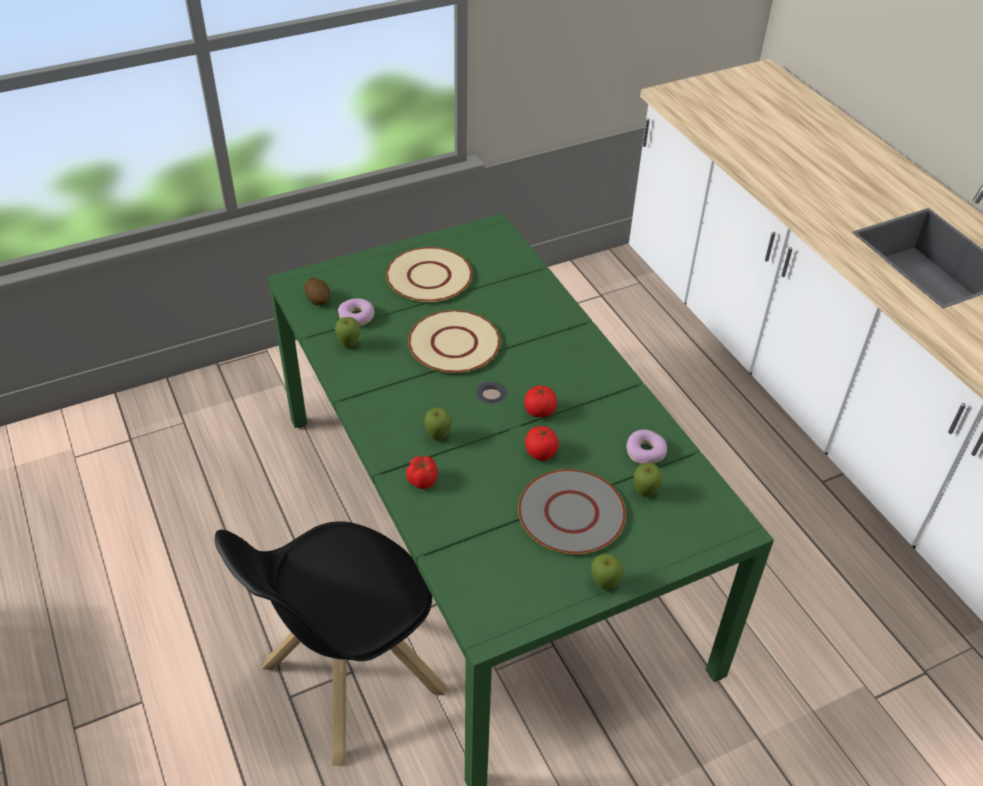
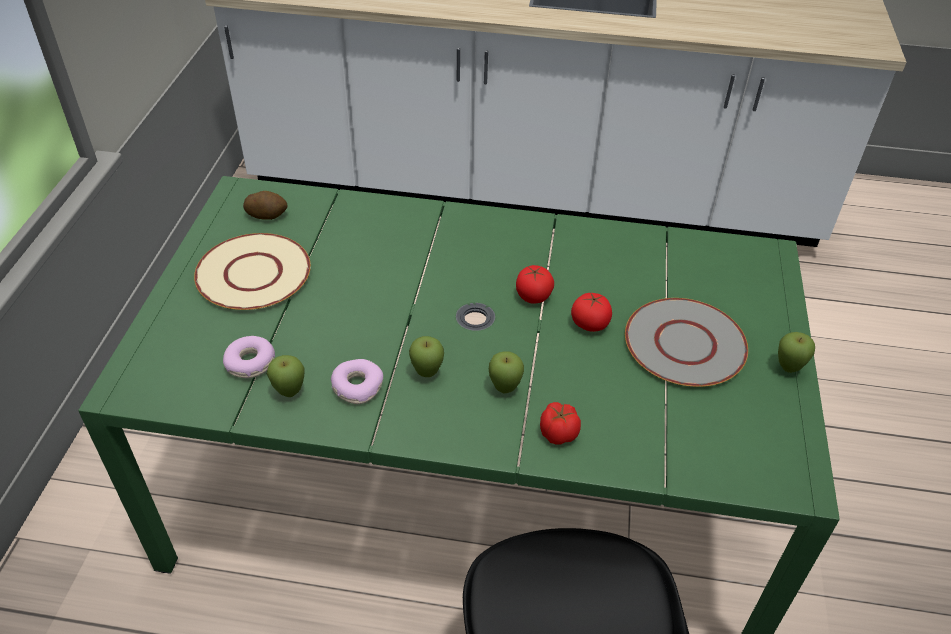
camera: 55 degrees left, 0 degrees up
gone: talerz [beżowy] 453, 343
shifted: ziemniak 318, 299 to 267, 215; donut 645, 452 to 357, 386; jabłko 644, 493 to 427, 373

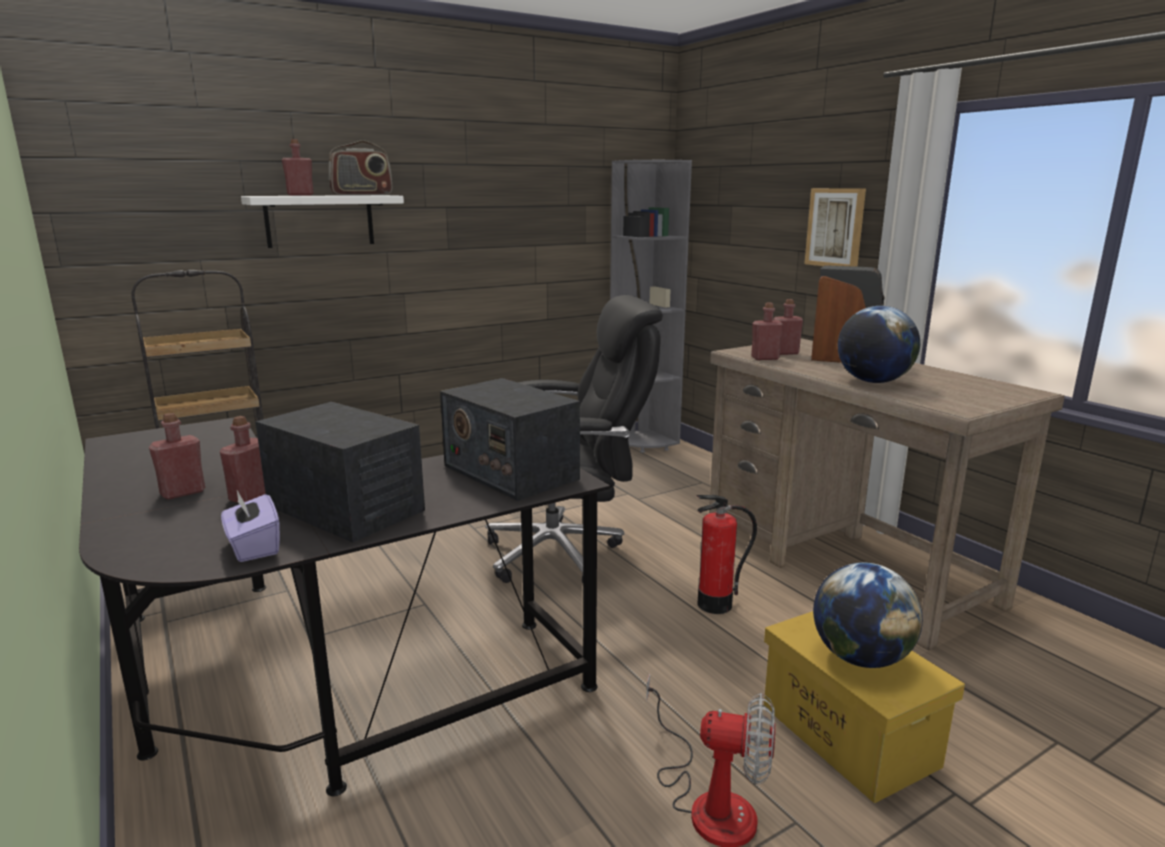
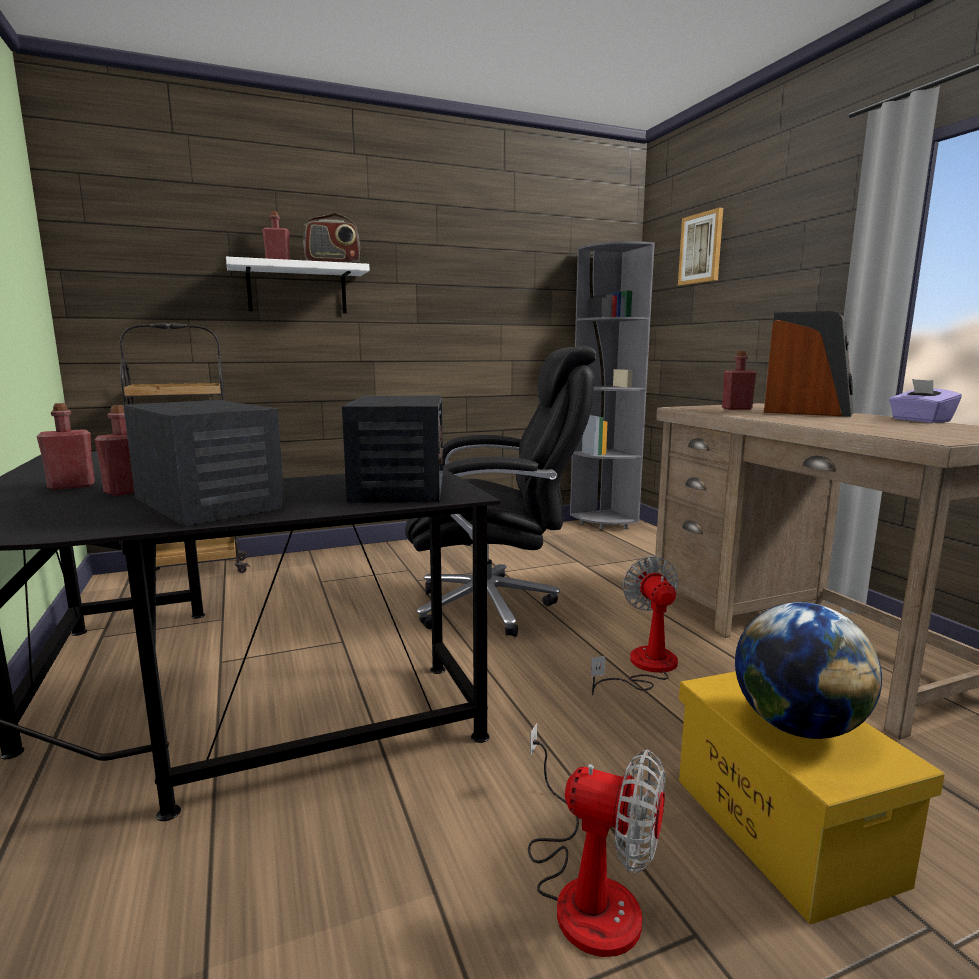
camera: 10 degrees right, 5 degrees down
gone: butelka [czerwony] 765, 358; globus 873, 381
shifted: pudełko chusteczek [fioletowy] 253, 547 to 920, 420; obraz 835, 228 to 701, 248
swapped: gaśnica 715, 604 to wentylator 644, 667
rotated: radio 509, 472 = 400, 486 150 degrees counterclockwise

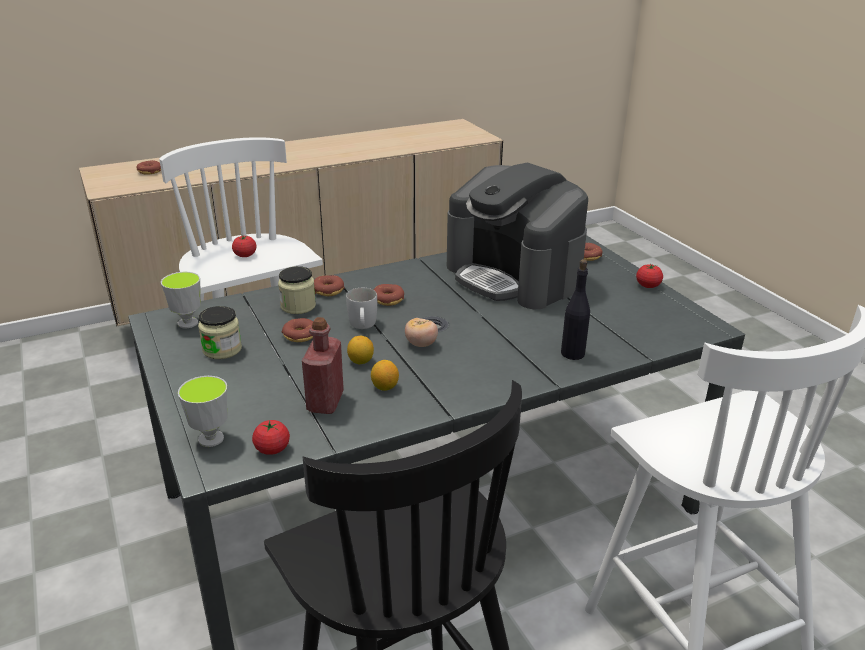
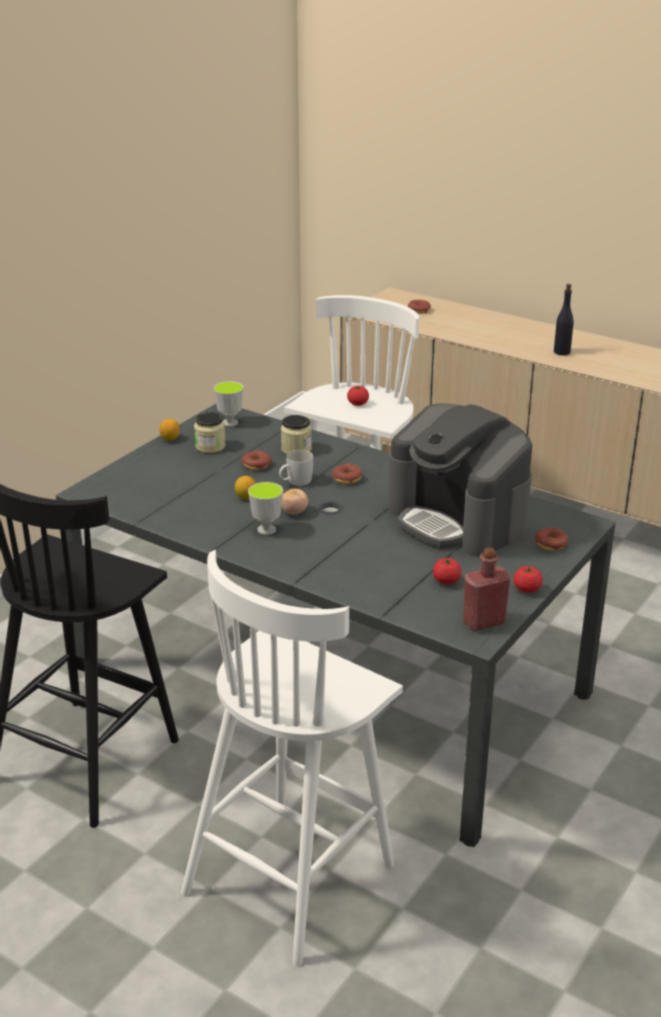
camera: 60 degrees right, 0 degrees up
gone: donut 328, 290
shifted: filiżanka 211, 439 to 266, 530; pomidor 272, 449 to 446, 581; butelka [czerwony] 325, 402 to 484, 622; cytryna 384, 387 to 170, 439; butelka [czarny] 572, 353 to 562, 352
rotated: ekspres do kawy 514, 276 = 458, 519 60 degrees counterclockwise

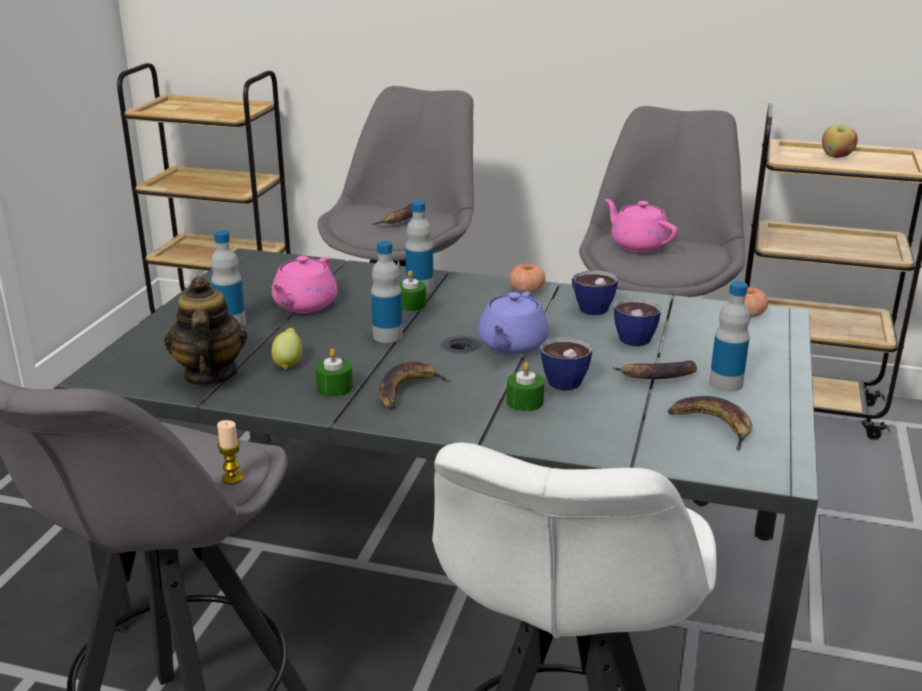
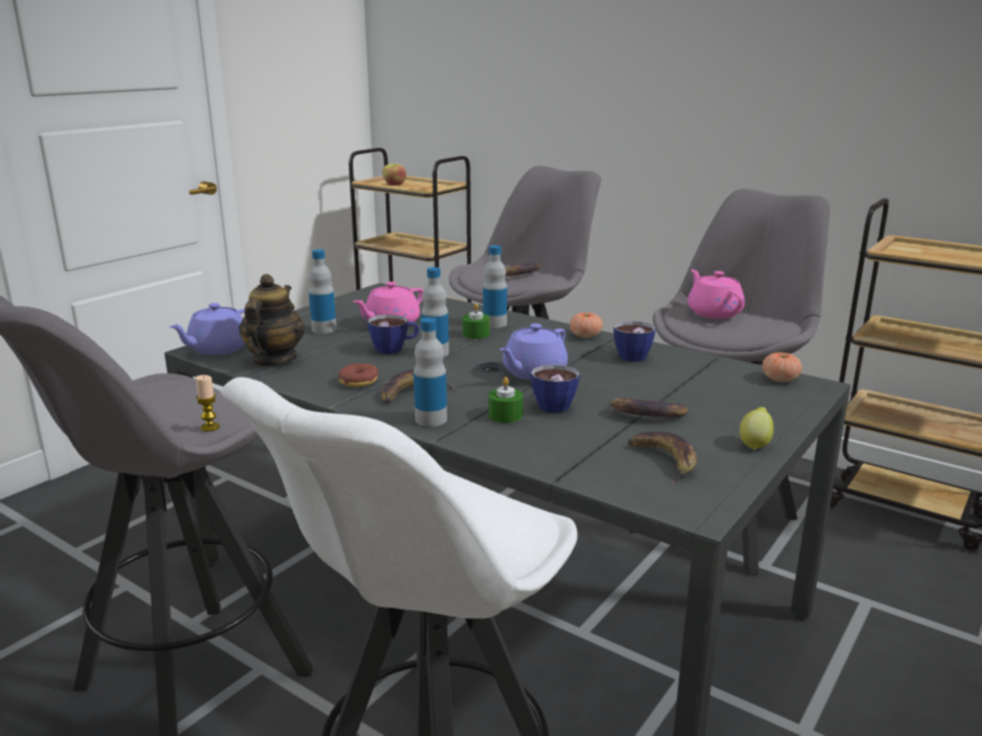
camera: 20 degrees right, 5 degrees down
new: imbryk [fioletowy] 217, 349
shifted: cytryna 288, 363 to 755, 444; filiżanka 639, 337 to 395, 349; butelka 725, 383 to 431, 419; jabłko 836, 156 to 394, 185
swapped: świeca [zielony] 334, 387 to donut 358, 382

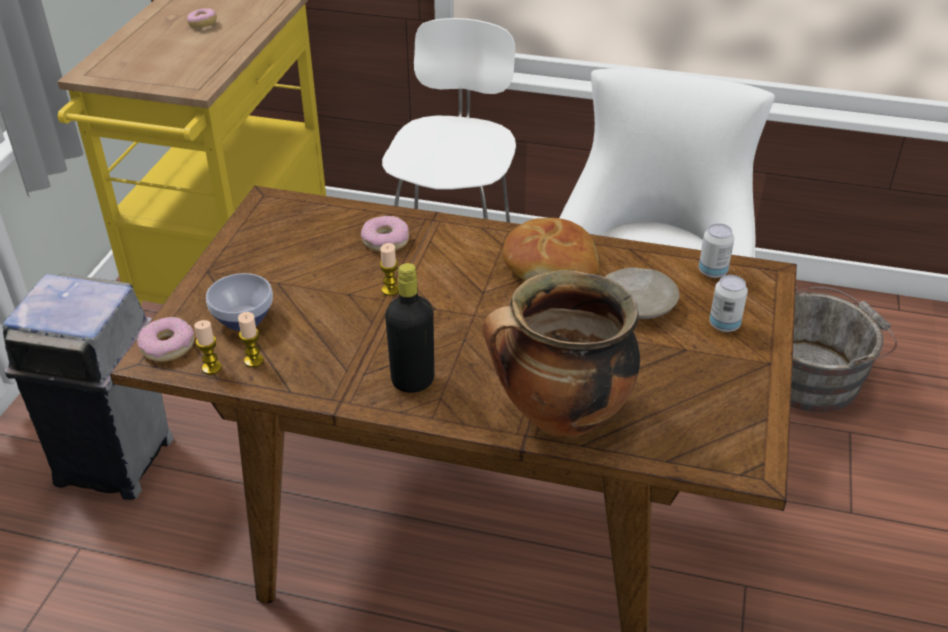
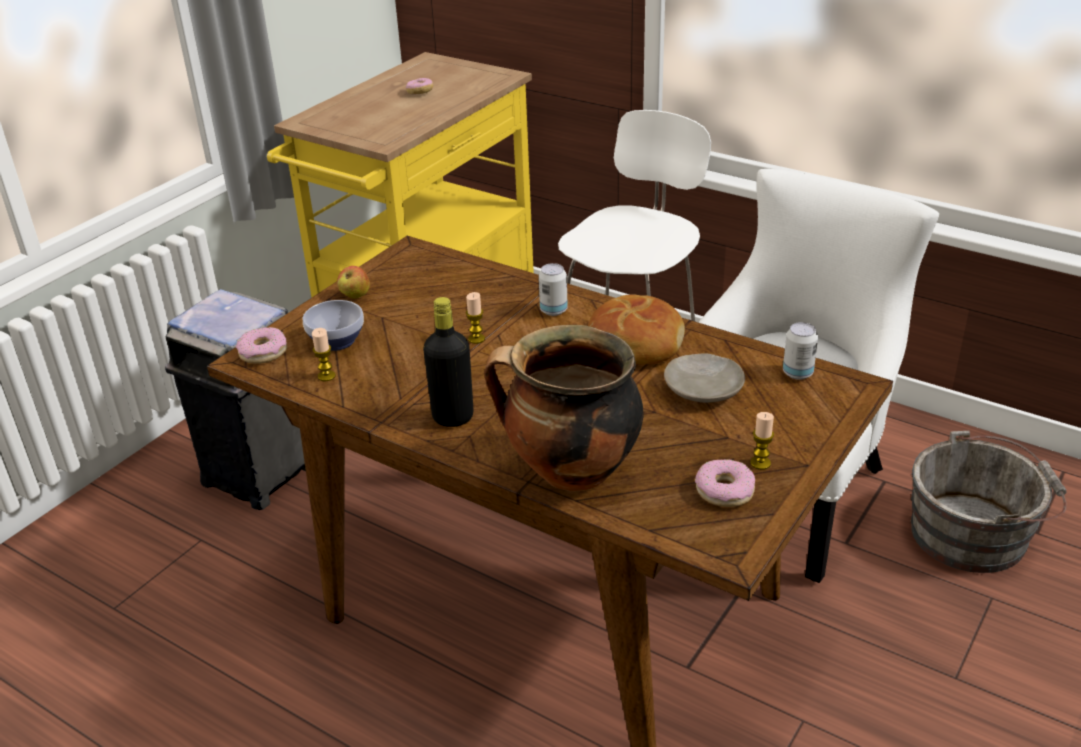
camera: 20 degrees right, 5 degrees down
new: jabłko 355, 295
shifted: świeca 211, 368 to 760, 463; donut 386, 240 to 725, 490; puszka 724, 325 to 553, 310

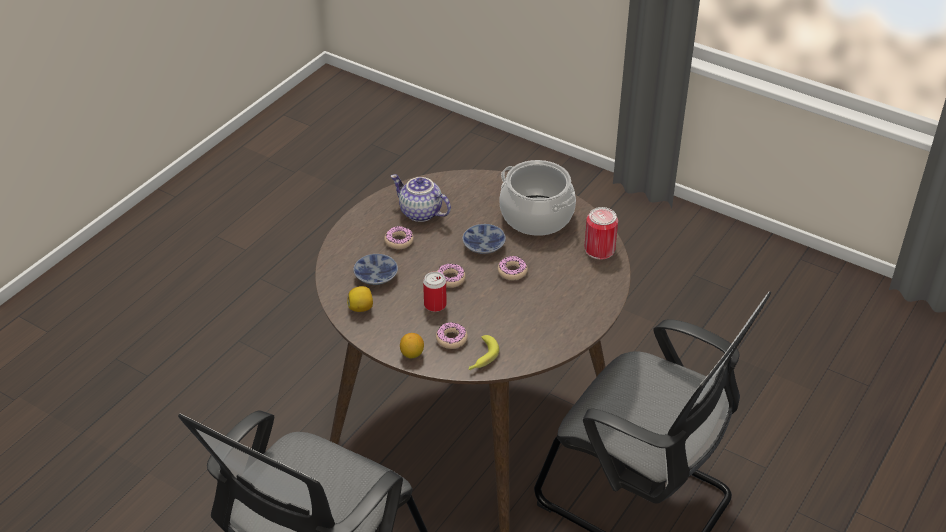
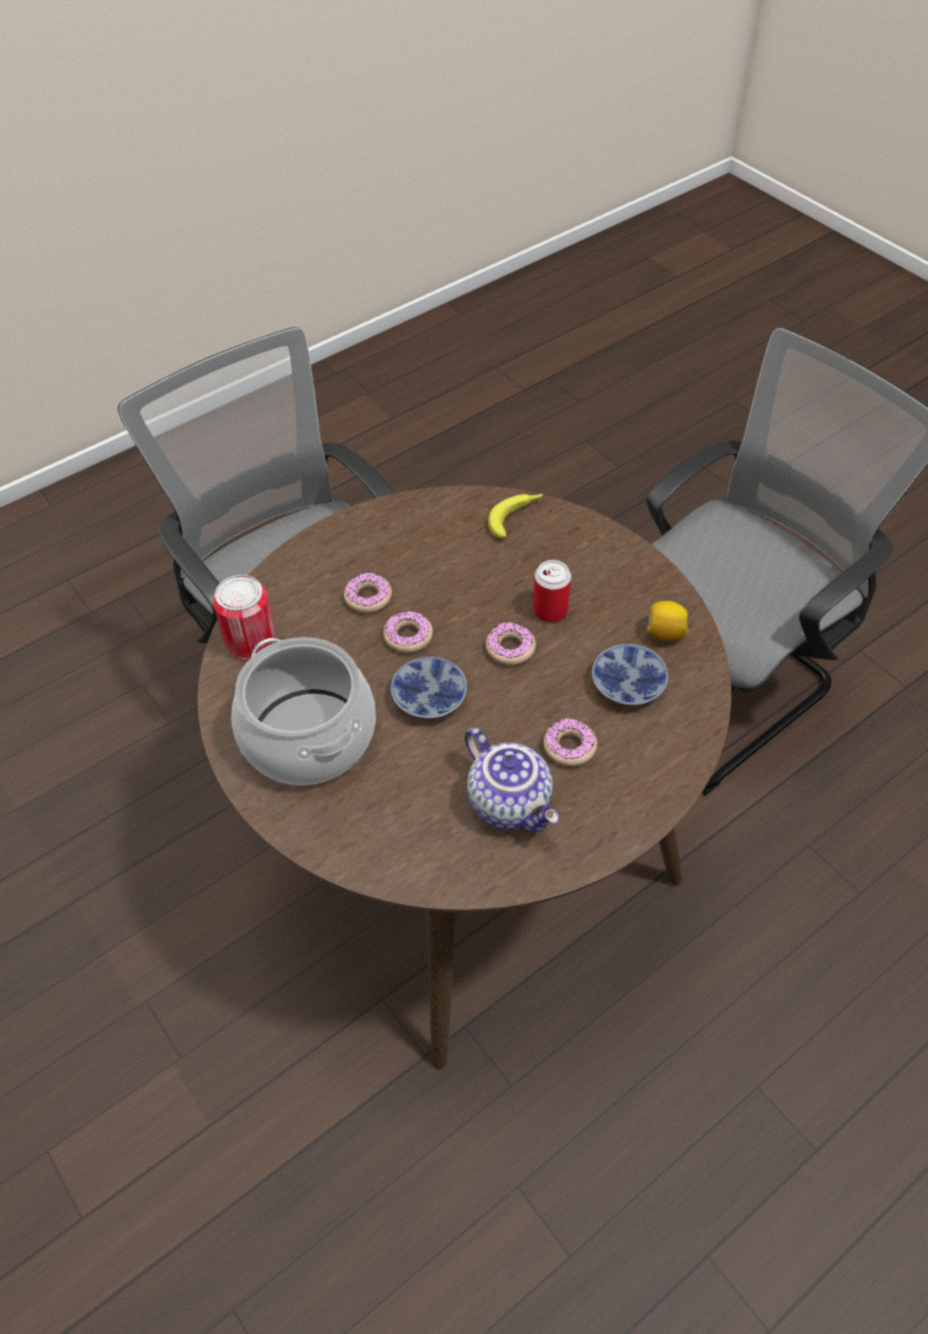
camera: 160 degrees left, 10 degrees up
gone: cytryna 412, 354
shifted: donut 451, 339 to 368, 598

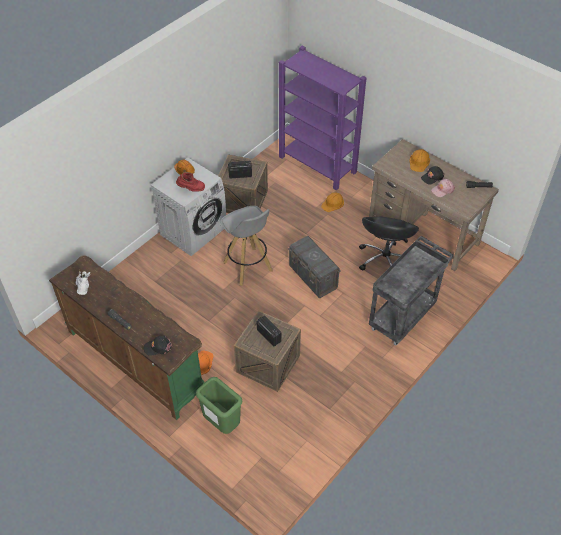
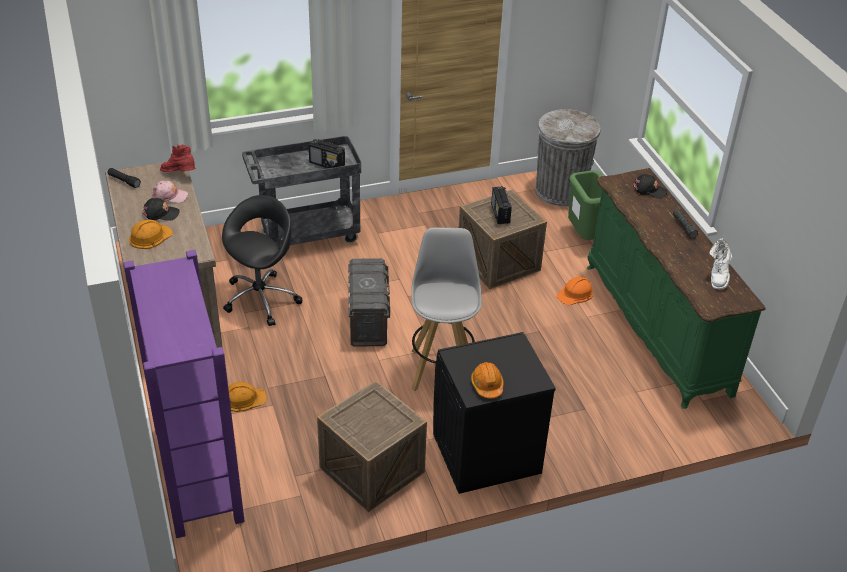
camera: 150 degrees left, 10 degrees down
new: kosz na śmieci [szary] 560, 191
shifted: but z cholewką [czerwony] 191, 189 to 179, 174; radio 240, 175 to 327, 164
repainted: pralka [biały] 193, 232 to pralka [czarny] 485, 455

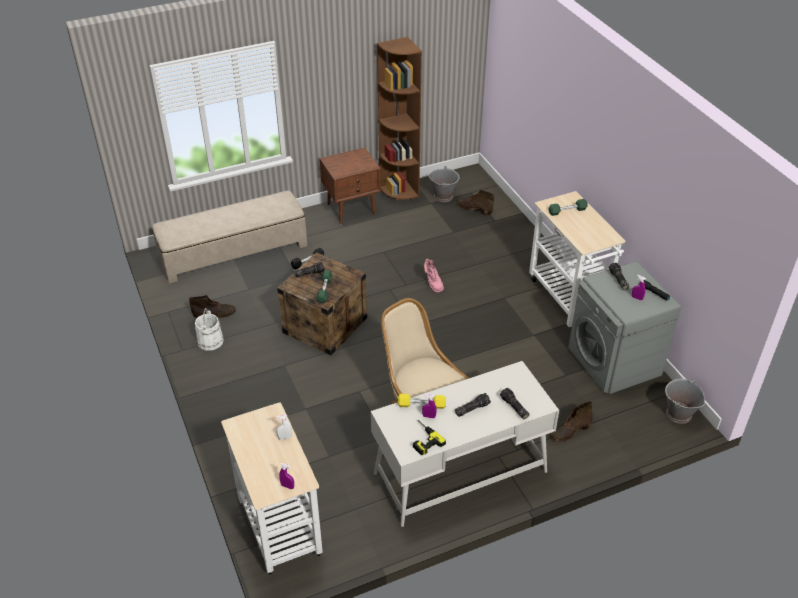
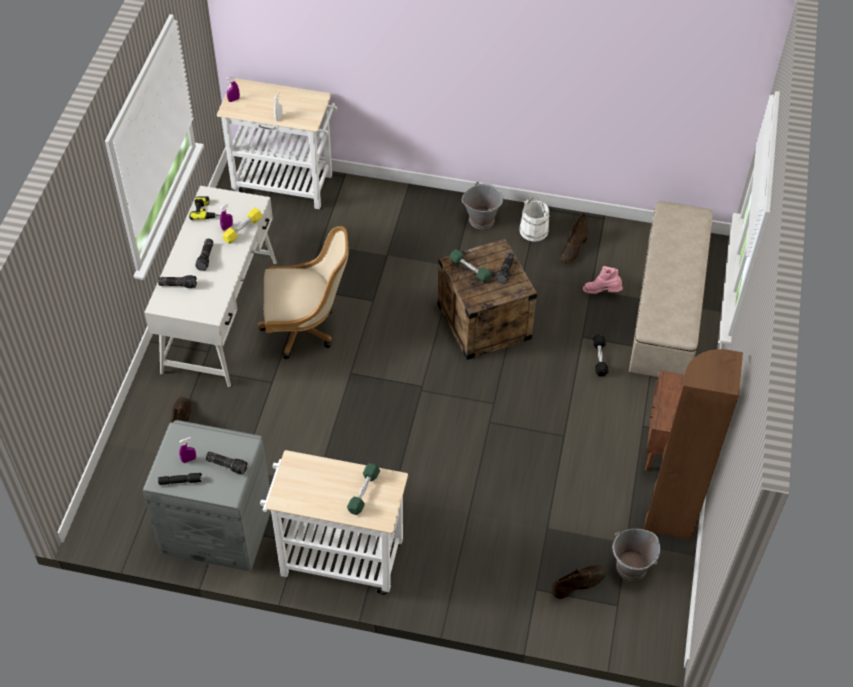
camera: 125 degrees right, 10 degrees up
shifted: but z cholewką [różowy] 433, 283 to 602, 292; wiadro [szary] 678, 414 to 481, 219

